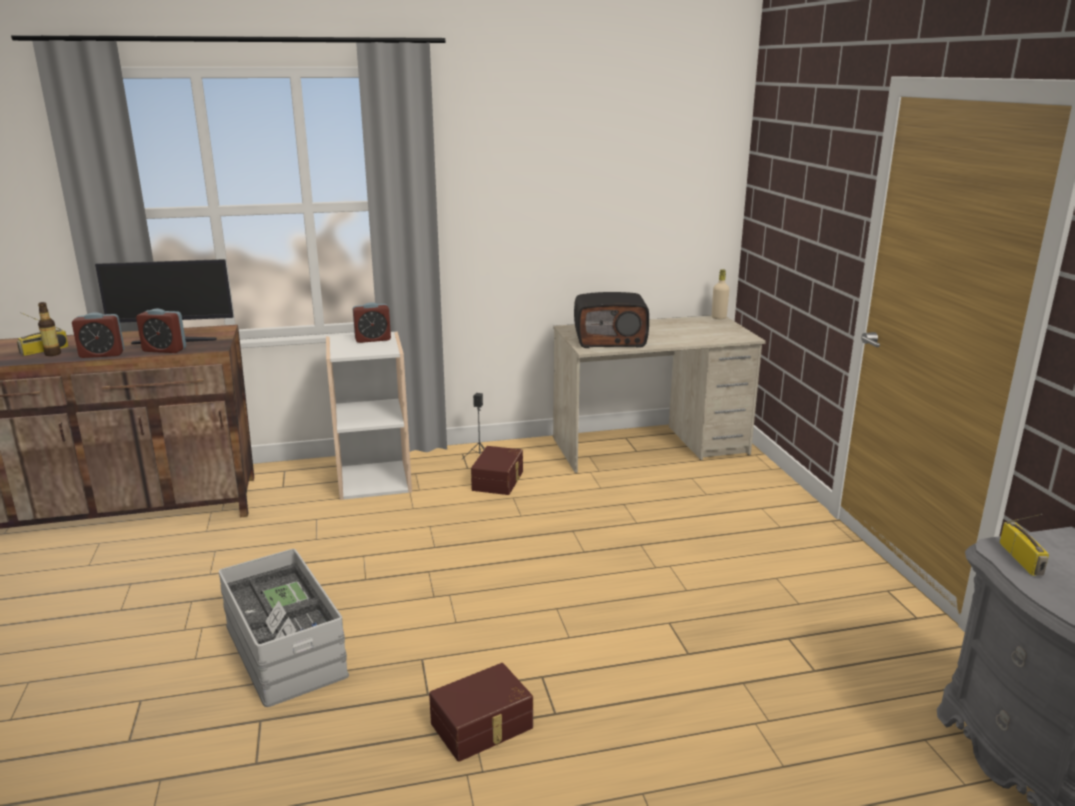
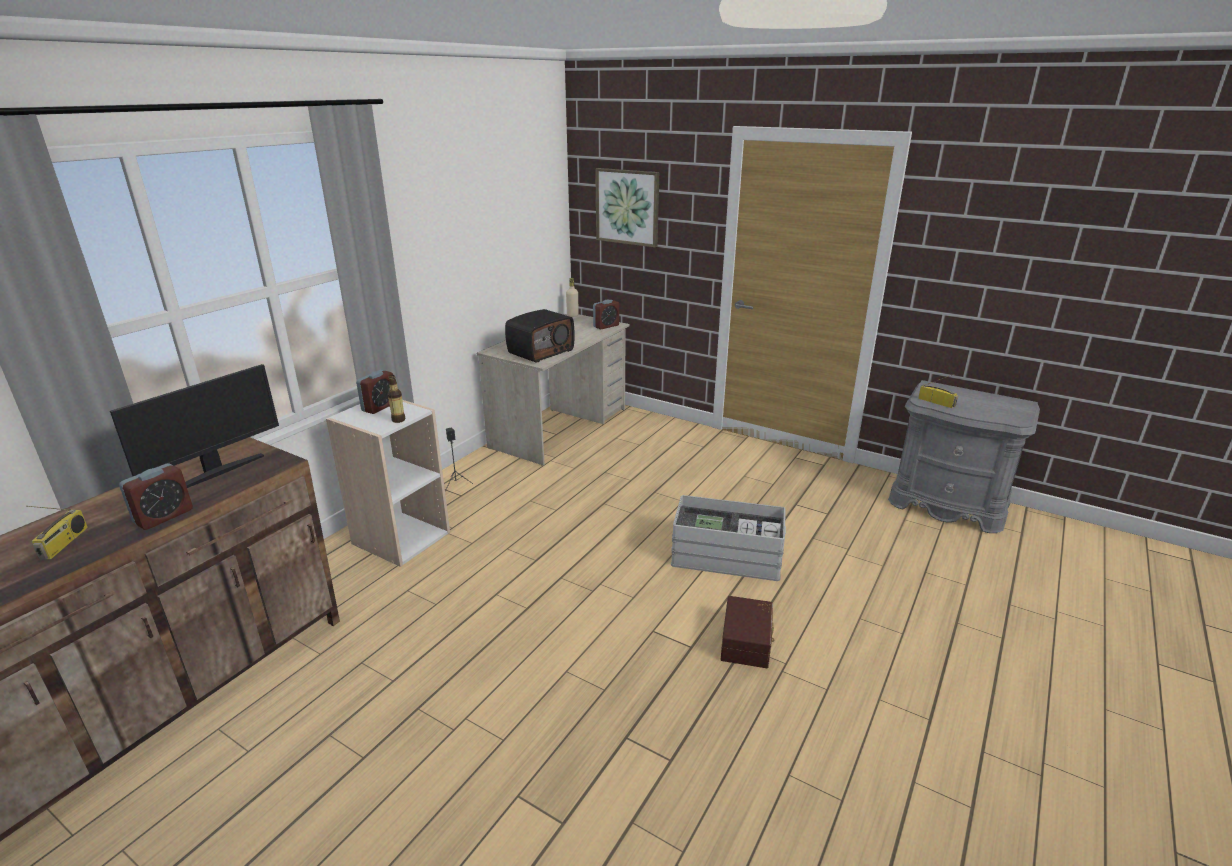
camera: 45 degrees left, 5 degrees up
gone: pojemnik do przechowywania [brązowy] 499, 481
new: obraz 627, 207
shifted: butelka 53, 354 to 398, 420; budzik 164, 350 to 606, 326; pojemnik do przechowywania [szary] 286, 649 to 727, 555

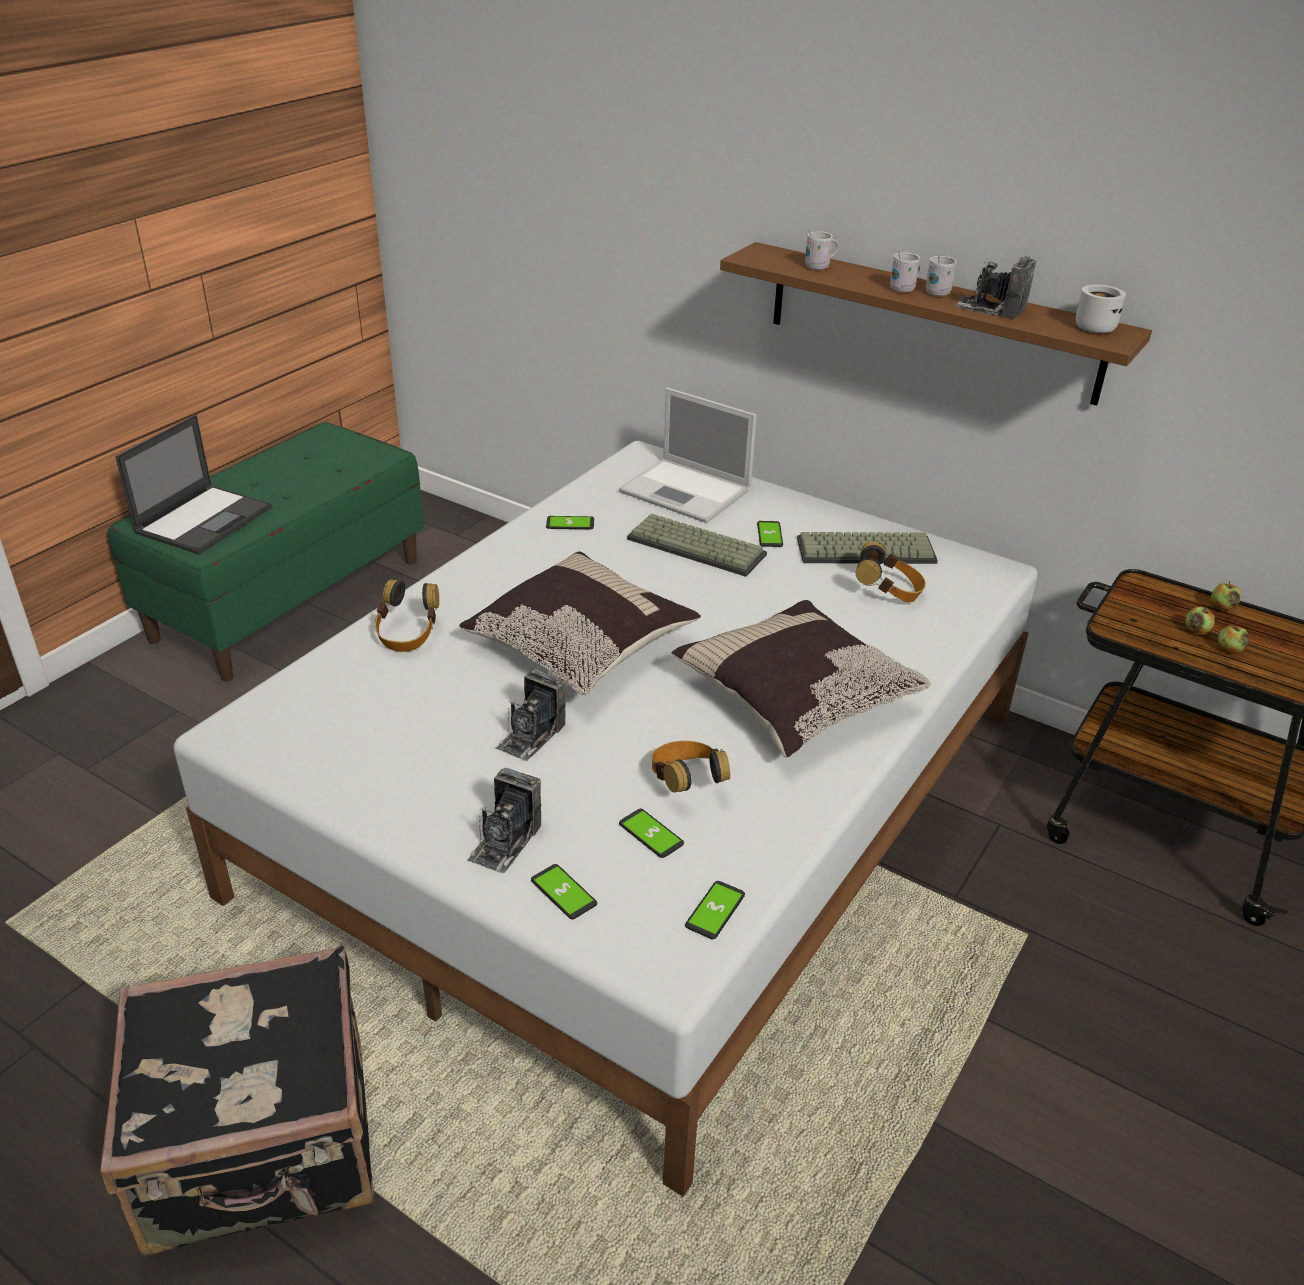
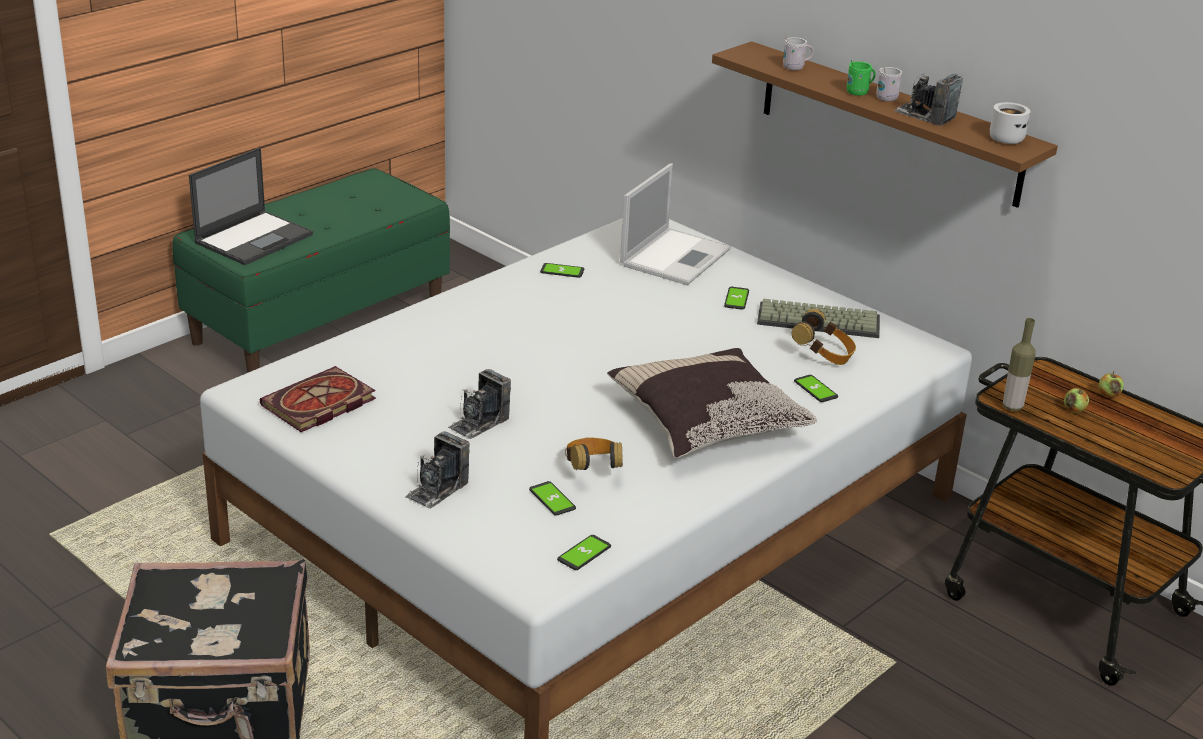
camera: 10 degrees right, 5 degrees down
gone: słuchawki 408, 635; poduszka 581, 646; klawiatura 698, 546; jabłko 1229, 649
new: książka 318, 404; butelka 1012, 406
shifted: telefon 563, 892 to 815, 389
repainted: kubek [biały] 904, 289 to kubek [zielony] 859, 92
rotated: laptop 687, 491 = 676, 256 105 degrees counterclockwise

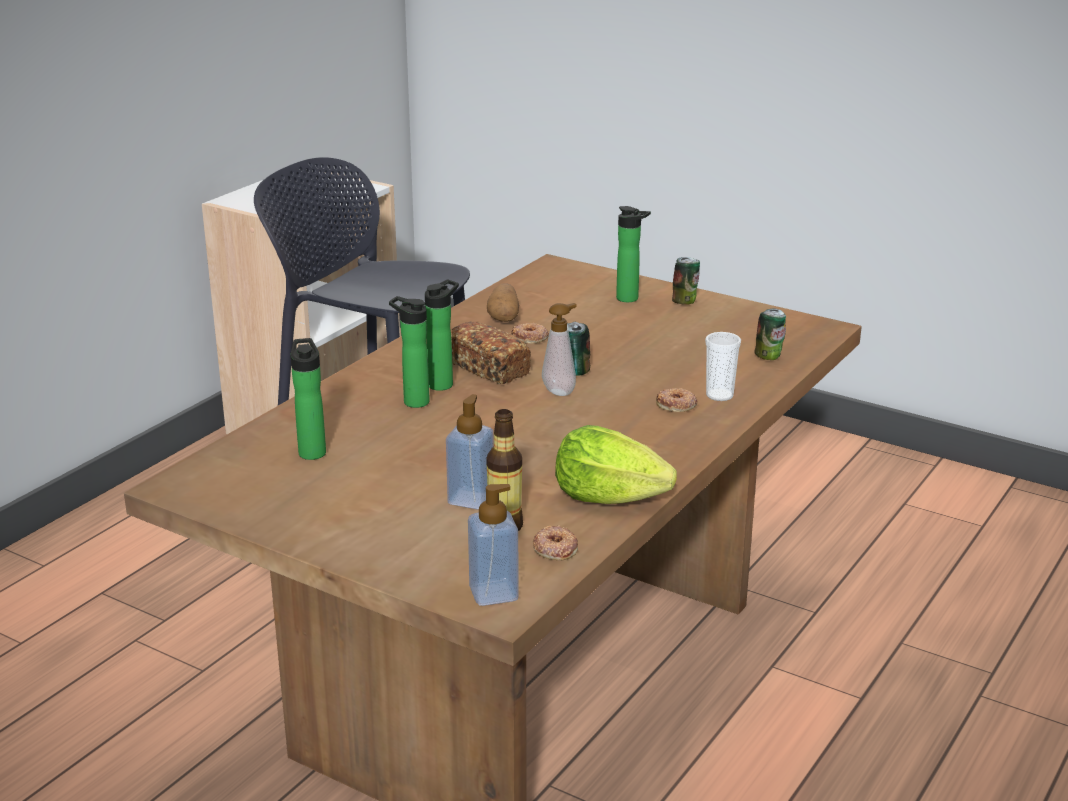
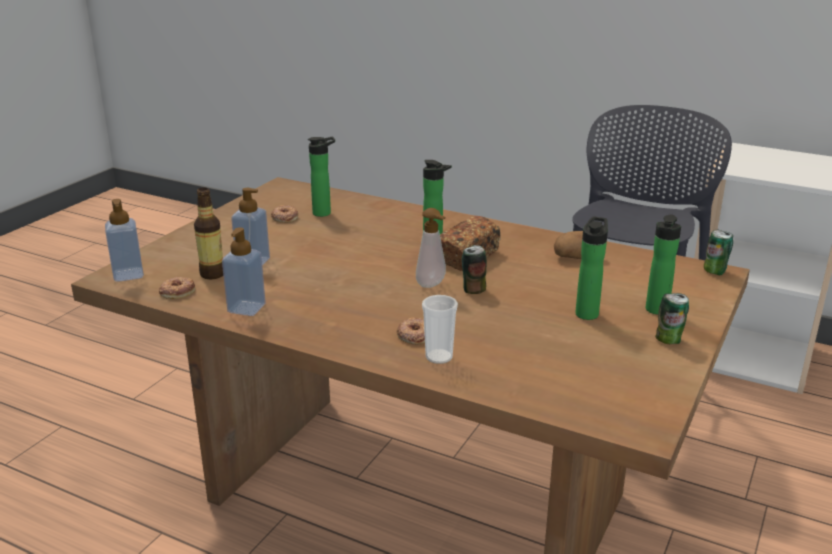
camera: 85 degrees right, 0 degrees up
shifted: butelka 412, 401 to 587, 312; donut 530, 338 to 284, 217; puszka 769, 356 to 714, 271
swapped: sałata 608, 497 to dozownik mydła 246, 308

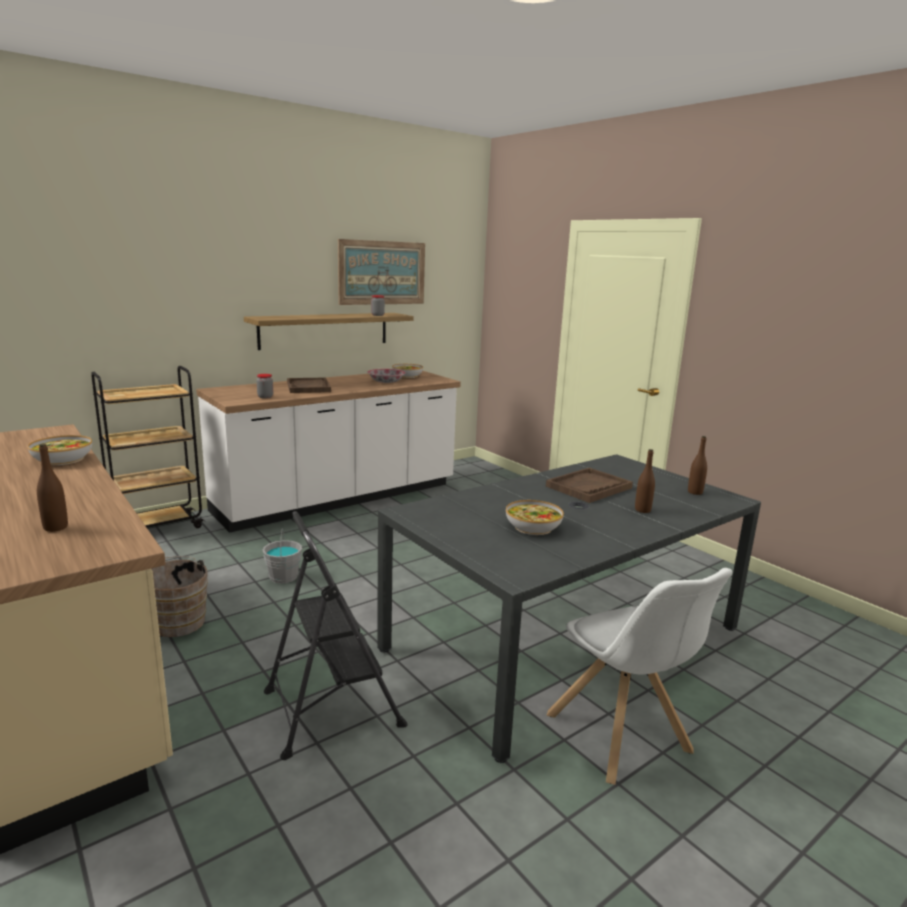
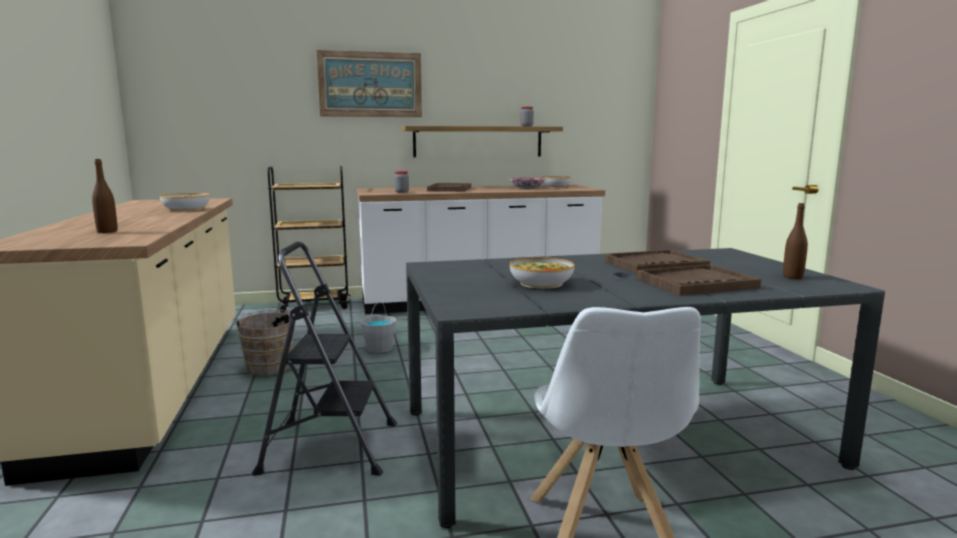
camera: 25 degrees right, 5 degrees down
shifted: obraz 382, 273 to 370, 84
swapped: butelka [brązowy] 642, 510 to taca [brązowy] 696, 283

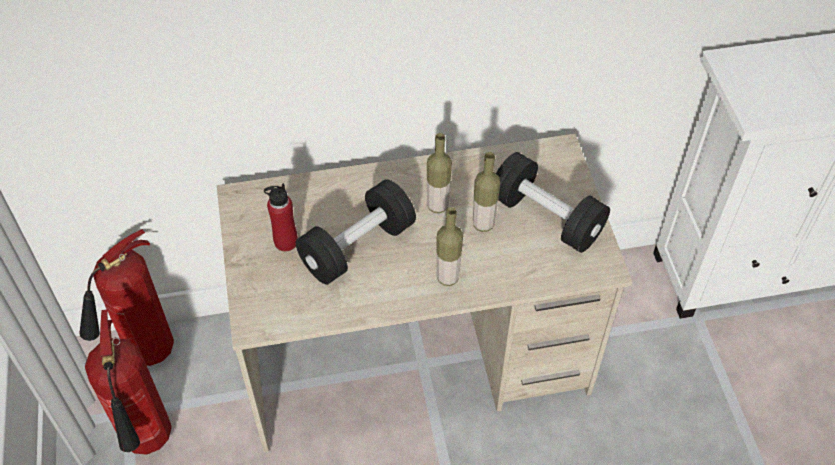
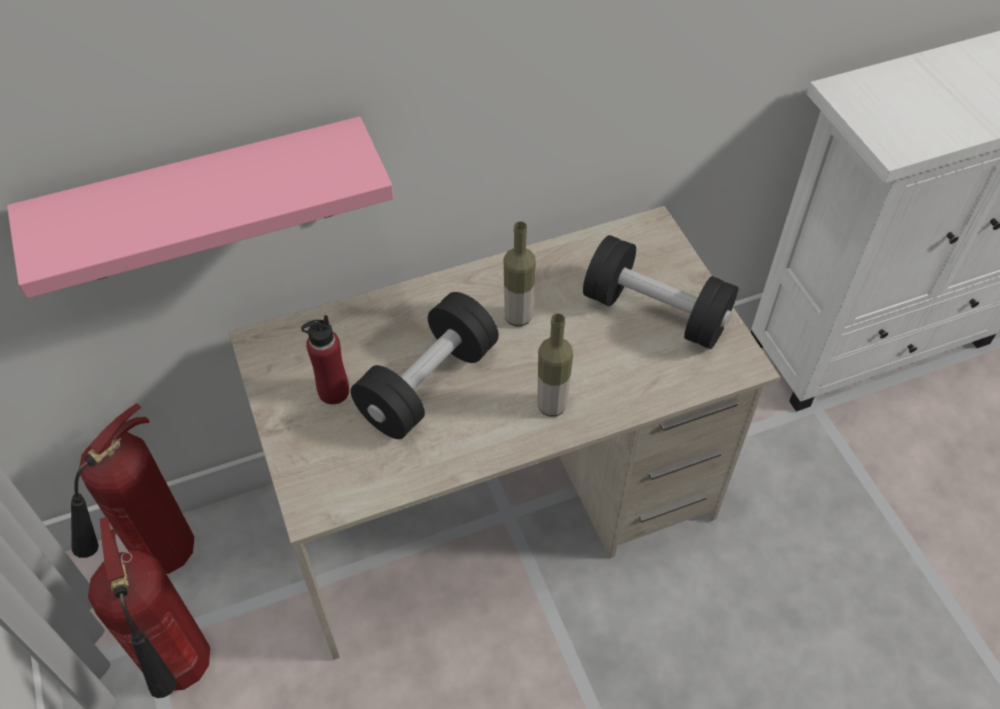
camera: 10 degrees left, 0 degrees up
gone: butelka 483, 224
new: półka [różowy] 204, 203

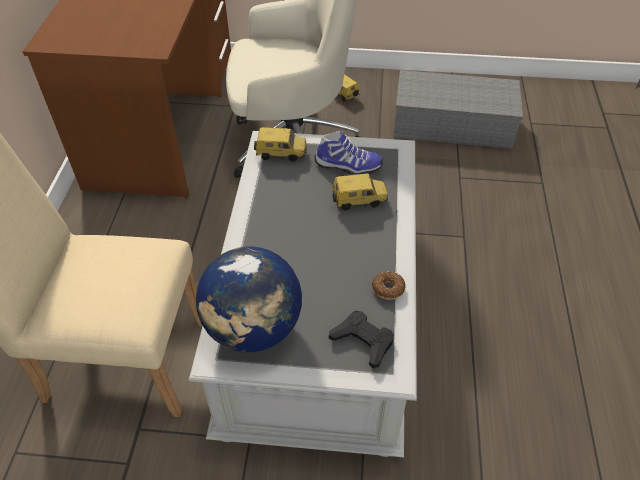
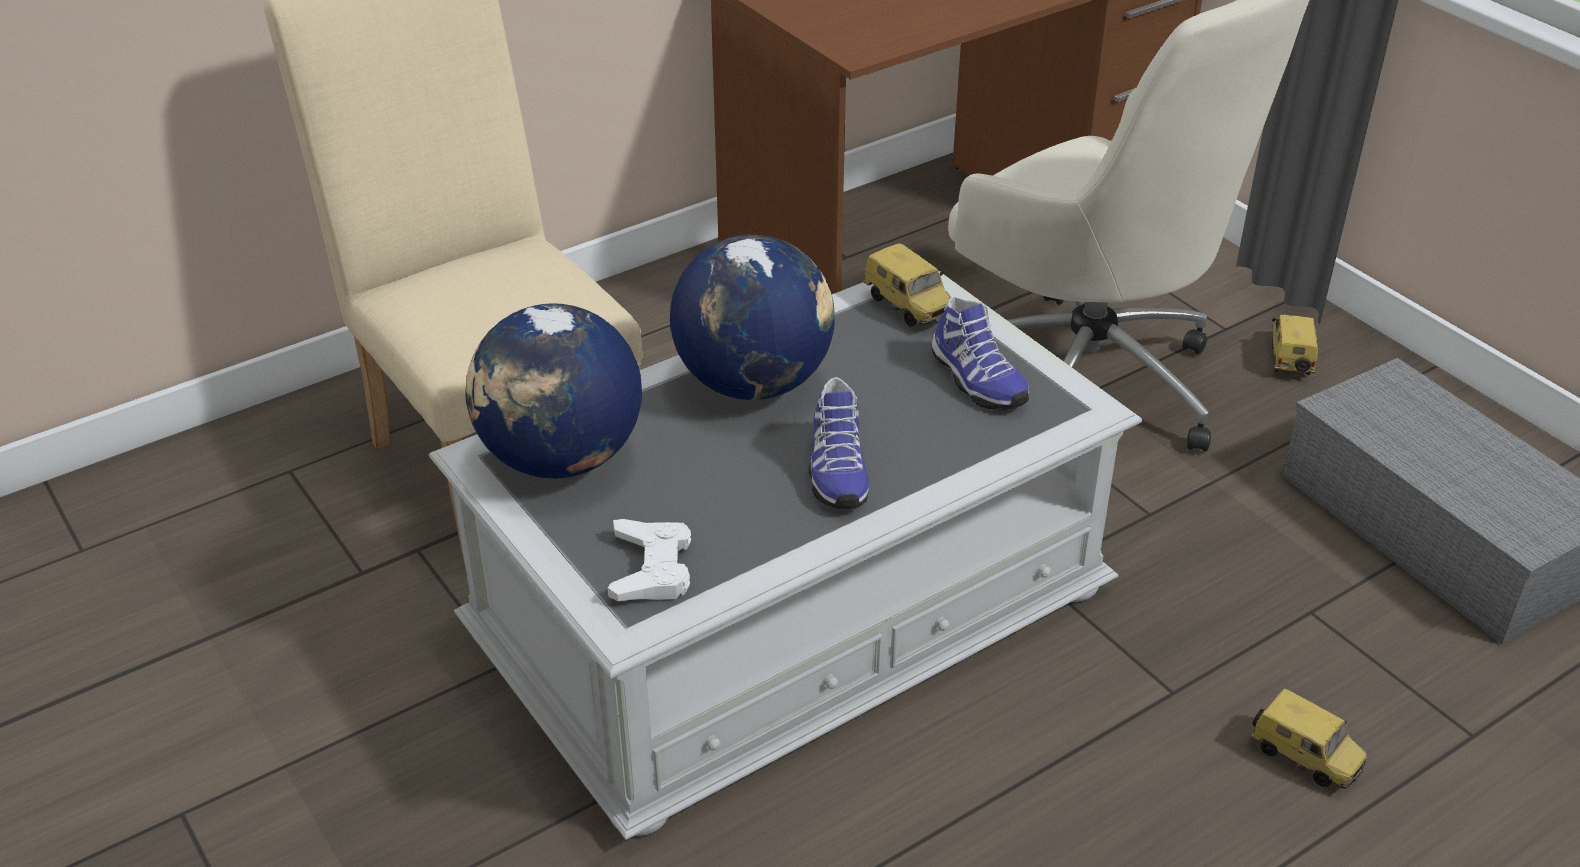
camera: 50 degrees right, 10 degrees down
gone: donut 388, 288
new: globus 754, 382; but 835, 470
shifted: samochodzik 359, 200 to 1305, 757
repainted: pad do gier [czarny] 363, 341 to pad do gier [biały] 651, 568

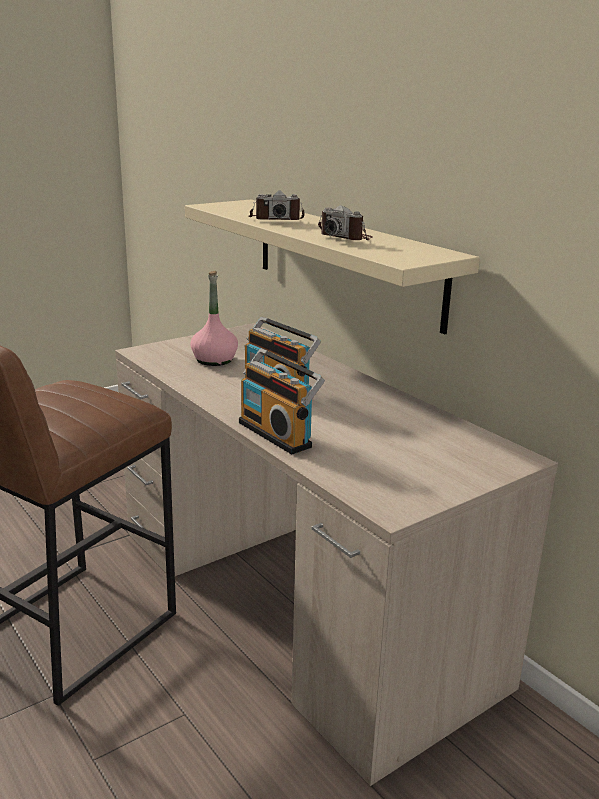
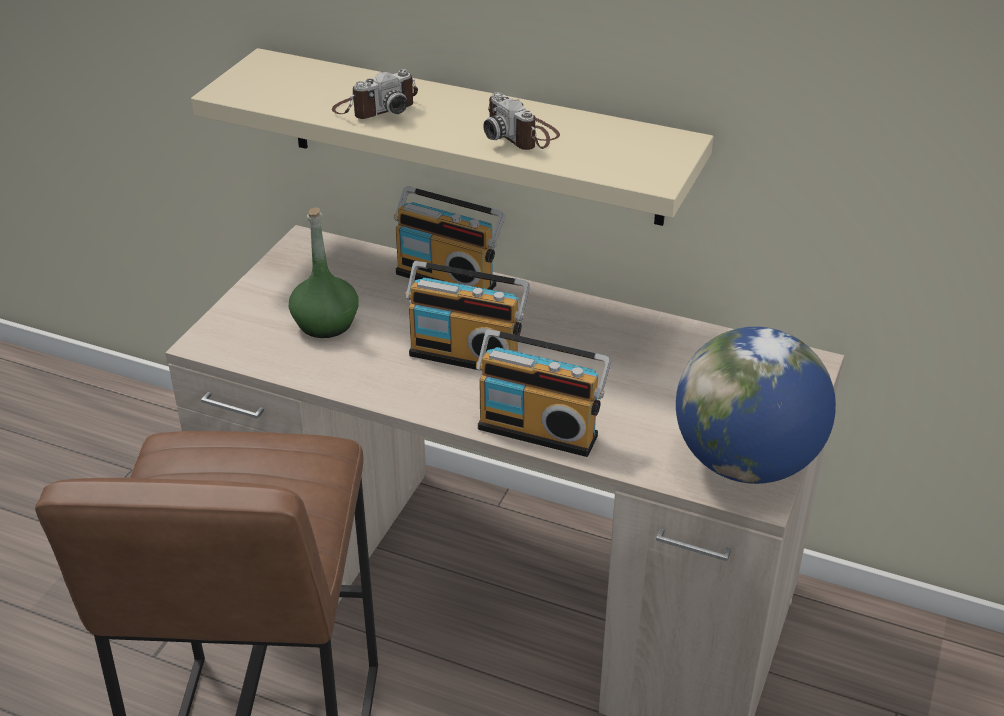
camera: 30 degrees left, 15 degrees up
new: radio 448, 277; globus 745, 462
repainted: butelka [różowy] 214, 360 to butelka [zielony] 325, 323
rotated: aparat fotograficzny 346, 237 = 522, 134 45 degrees clockwise

